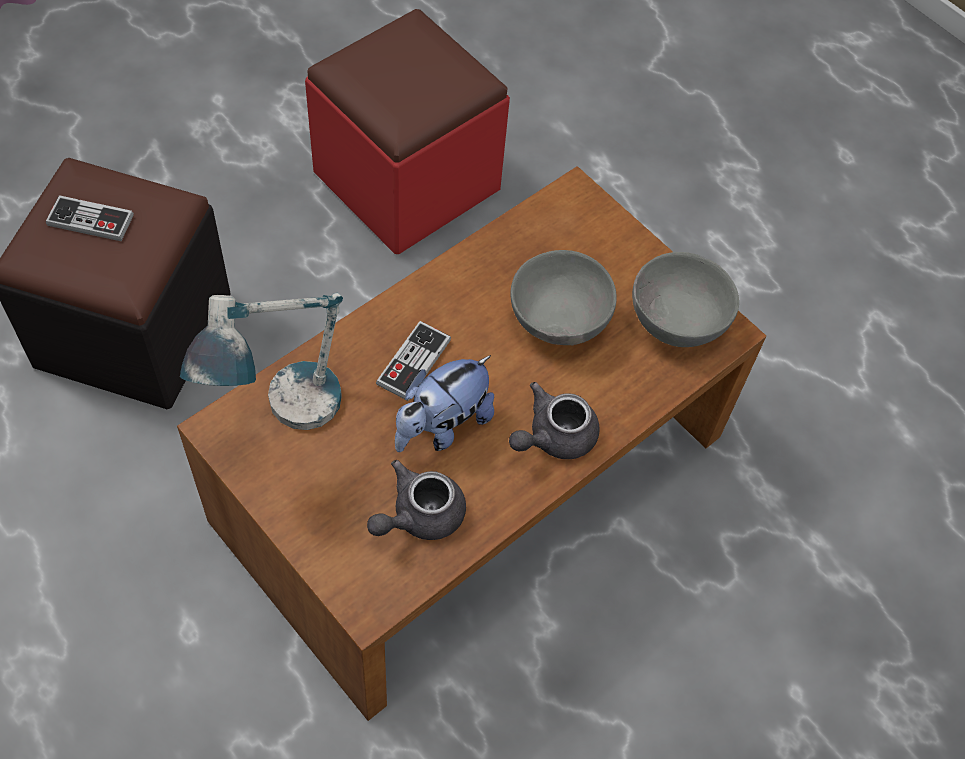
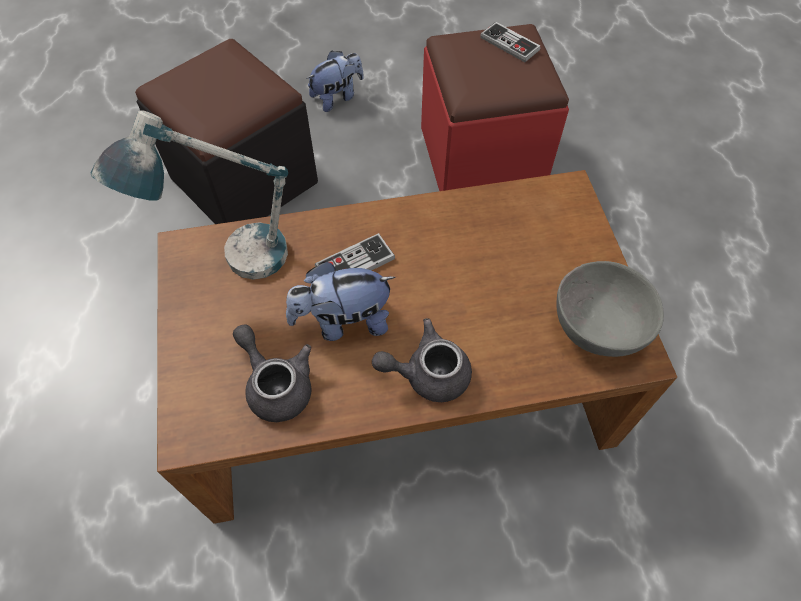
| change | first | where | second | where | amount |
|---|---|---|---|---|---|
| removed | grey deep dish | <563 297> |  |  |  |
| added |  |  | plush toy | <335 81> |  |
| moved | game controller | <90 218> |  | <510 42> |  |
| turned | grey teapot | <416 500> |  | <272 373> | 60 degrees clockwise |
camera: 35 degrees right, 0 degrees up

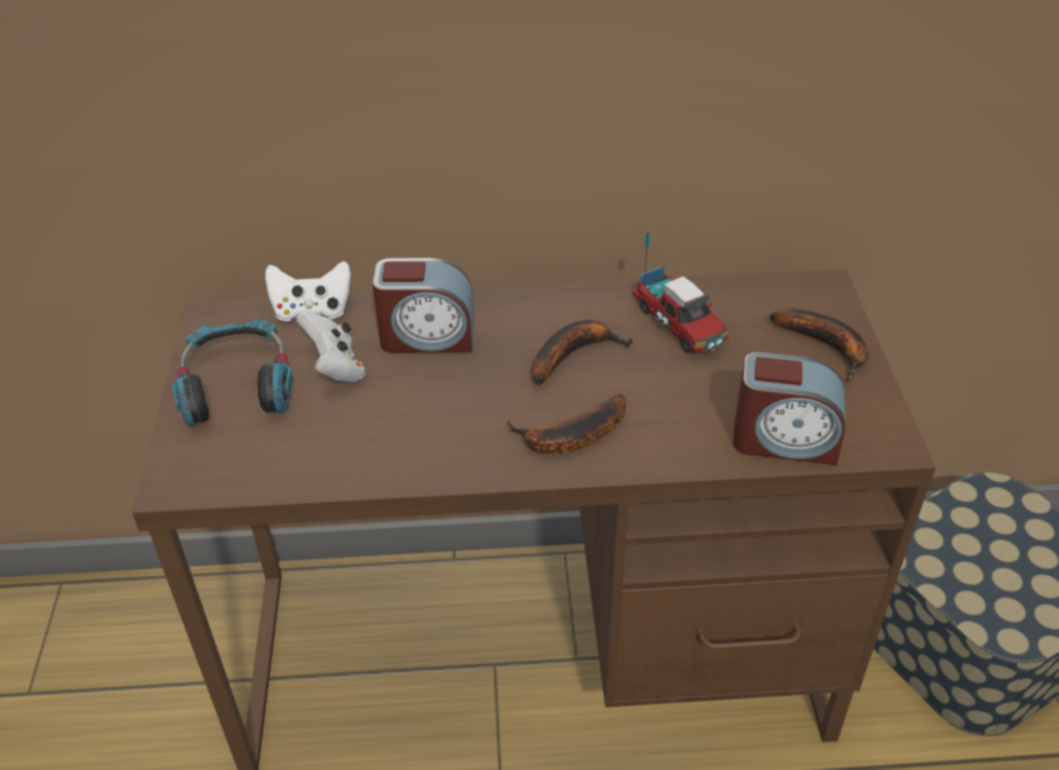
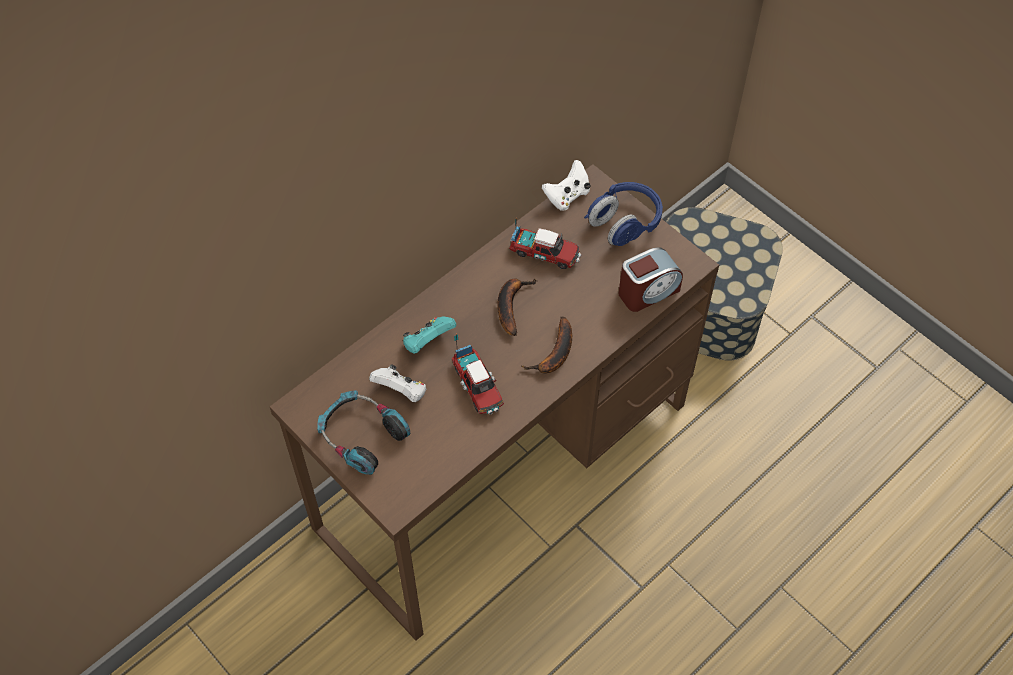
| change | first | where | second | where | amount |
|---|---|---|---|---|---|
| added |  |  | model truck | <478 374> |  |
| moved | white-coloured game controller | <308 291> |  | <566 185> |  |
| replaced | alarm clock | <423 305> | blue-green game controller | <430 335> |  |
| replaced | banana fruit | <819 345> | blue headset | <623 214> |  |
camera: 40 degrees left, 15 degrees up

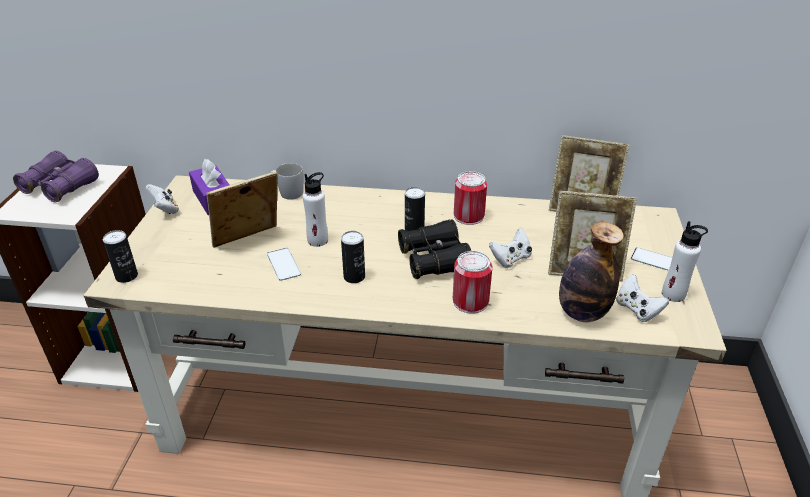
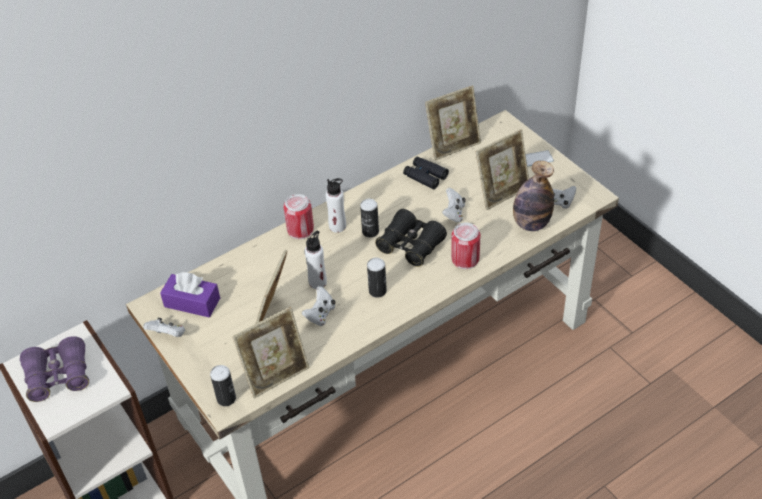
| change | first | where | second | where | amount |
|---|---|---|---|---|---|
| removed | white-coloured mug | <287 181> |  |  |  |
| added |  |  | picture frame | <271 352> |  |
| added |  |  | black-coloured binoculars | <426 173> |  |
| moved | sealed can | <470 198> |  | <298 216> |  |
| moved | white-coloured beverage bottle | <685 261> |  | <336 205> |  |
| replaced | handset | <284 264> | white-coloured game controller | <318 306> |  |
camera: 40 degrees left, 10 degrees up

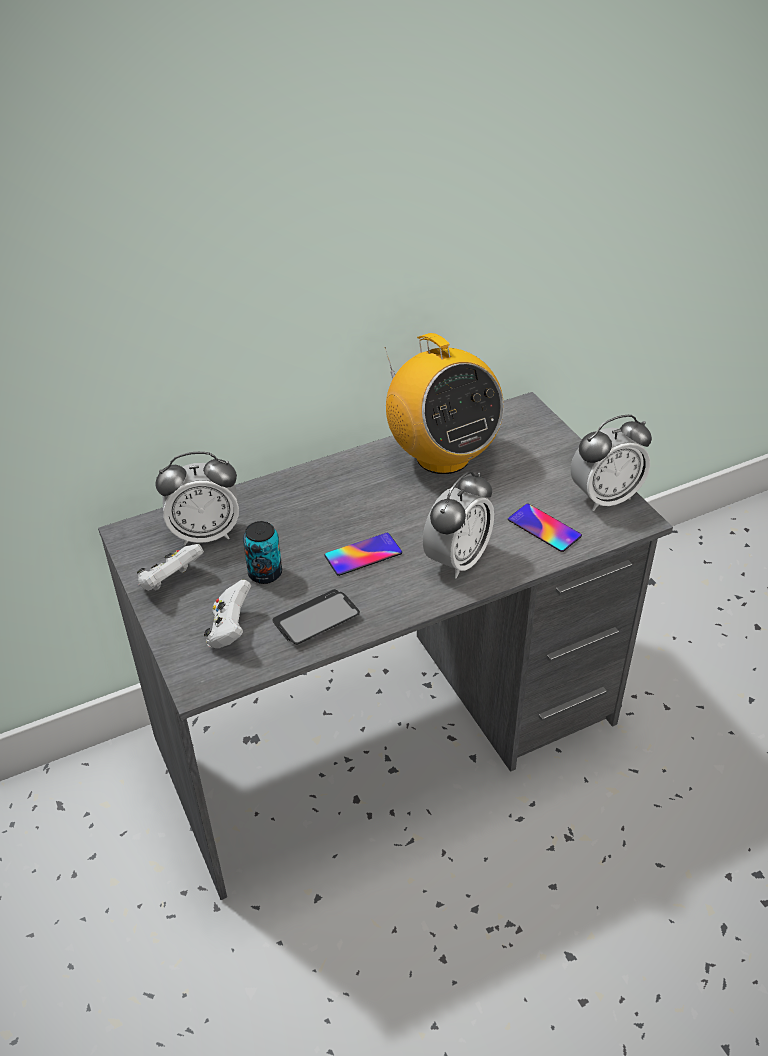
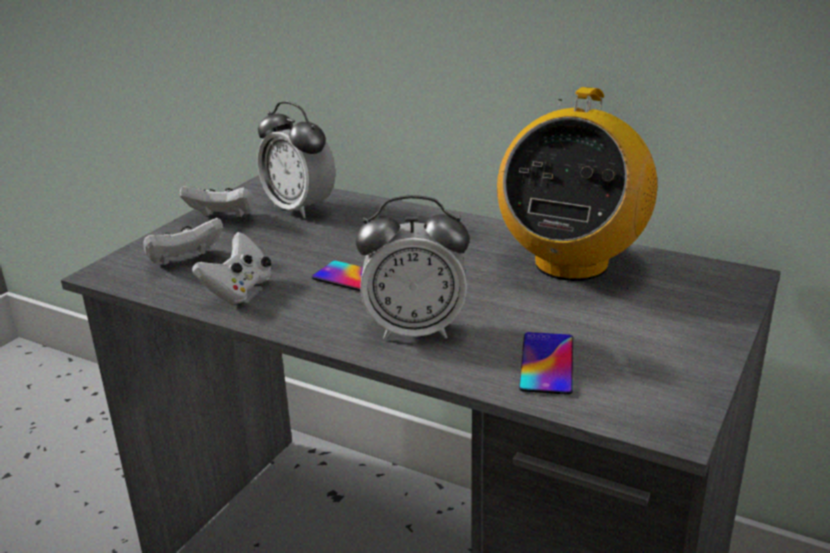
| change | first | where | second | where | amount |
|---|---|---|---|---|---|
| removed | sealed can | <262 552> |  |  |  |
| removed | alarm clock | <611 463> |  |  |  |
| replaced | handset | <316 616> | white-coloured game controller | <232 268> |  |
camera: 55 degrees right, 15 degrees down

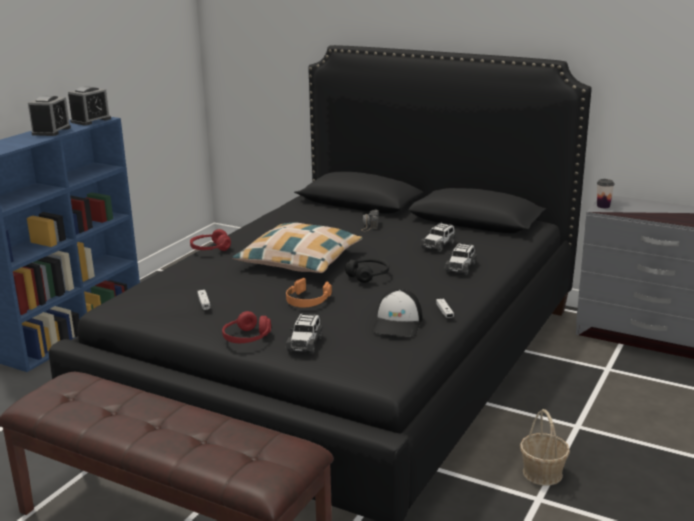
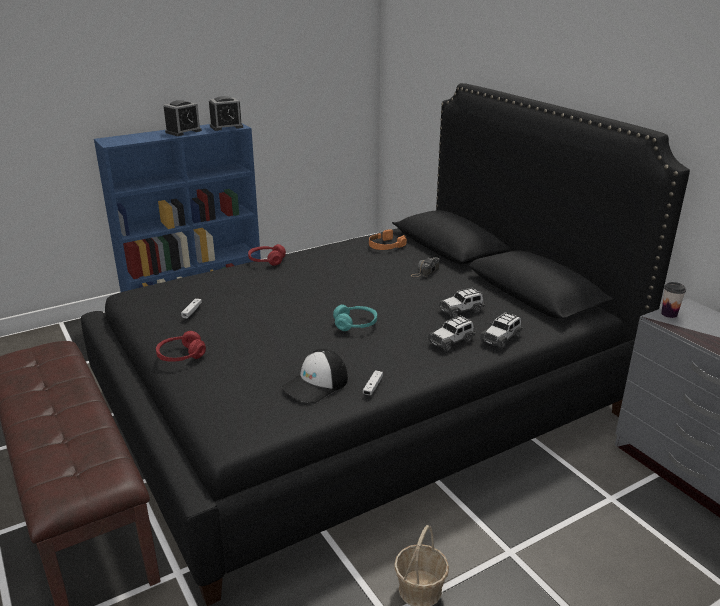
| change | first | where | second | where | amount |
|---|---|---|---|---|---|
| removed | cushion | <297 247> |  |  |  |
| moved | orangey headset | <309 292> |  | <388 239> |  |
| moved | model car | <304 333> |  | <501 330> |  |
| recoloured | black-coloured headset | <367 270> | blue-green headset | <355 317> |  |
camera: 30 degrees right, 5 degrees up

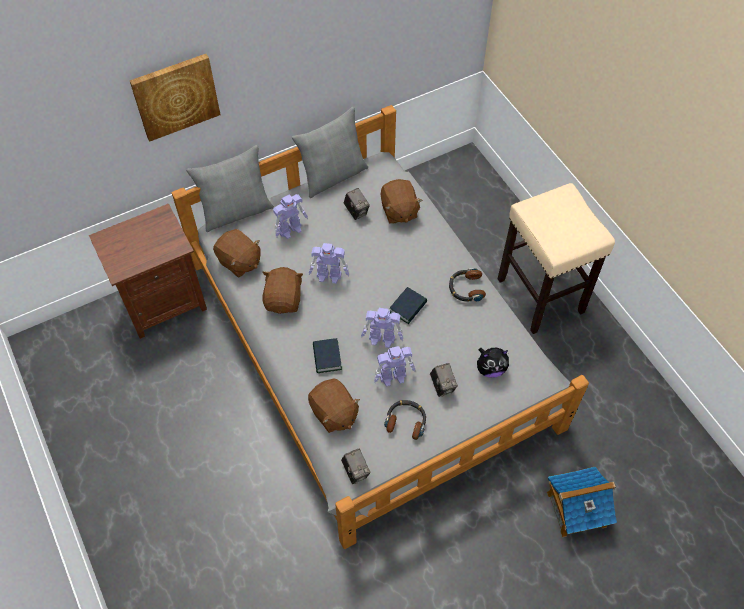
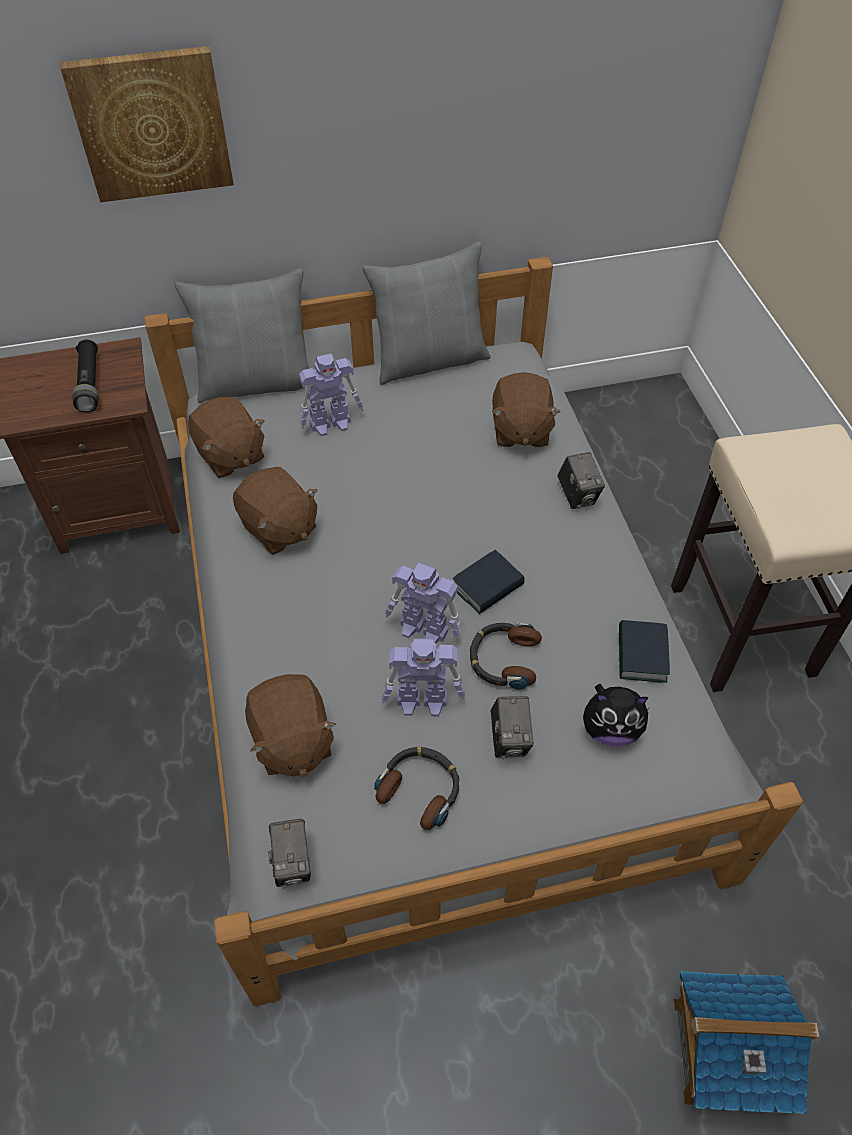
| change | first | where | second | where | amount |
|---|---|---|---|---|---|
| removed | model robot | <329 263> |  |  |  |
| added |  |  | black-coloured hand torch | <86 376> |  |
| moved | book | <327 355> |  | <644 651> |  |
| moved | still camera | <357 204> |  | <581 480> |  |
| moved | headset | <467 285> |  | <505 656> |  |
| turned | brown-coloured plush toy | <282 290> |  | <275 511> | 120 degrees clockwise |
camera: 15 degrees right, 5 degrees down

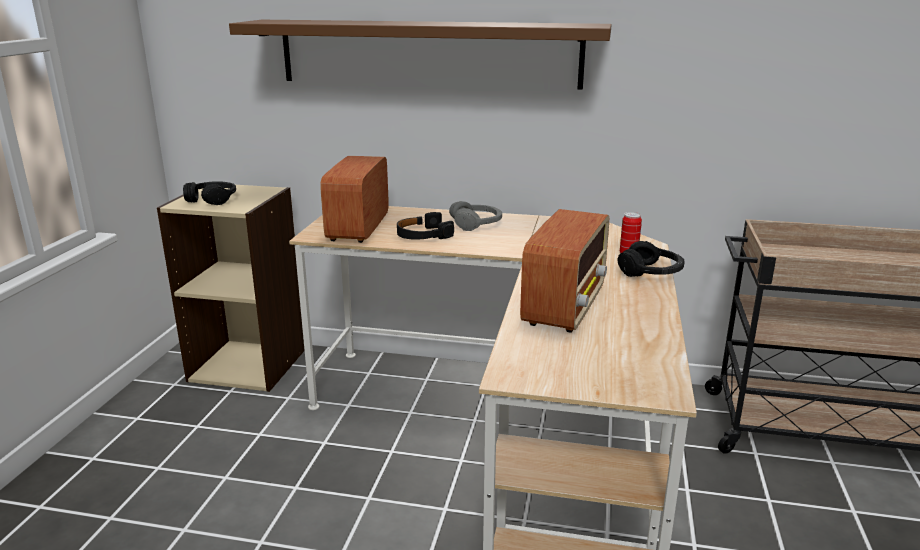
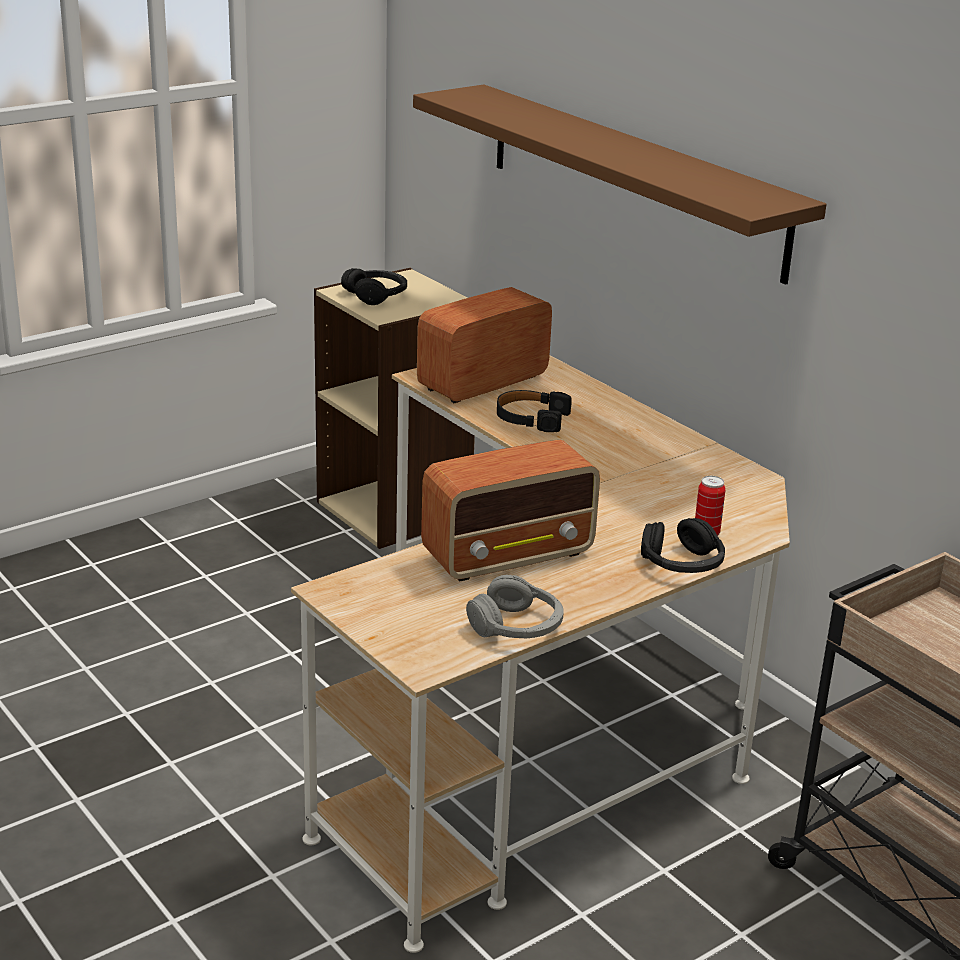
| change | first | where | second | where | amount |
|---|---|---|---|---|---|
| moved | grey headset | <475 216> |  | <515 606> |  |
camera: 40 degrees right, 5 degrees up

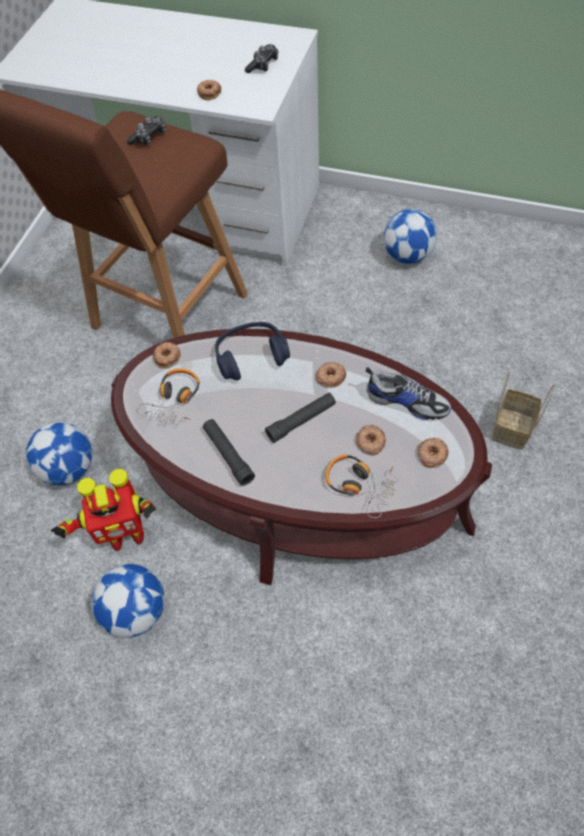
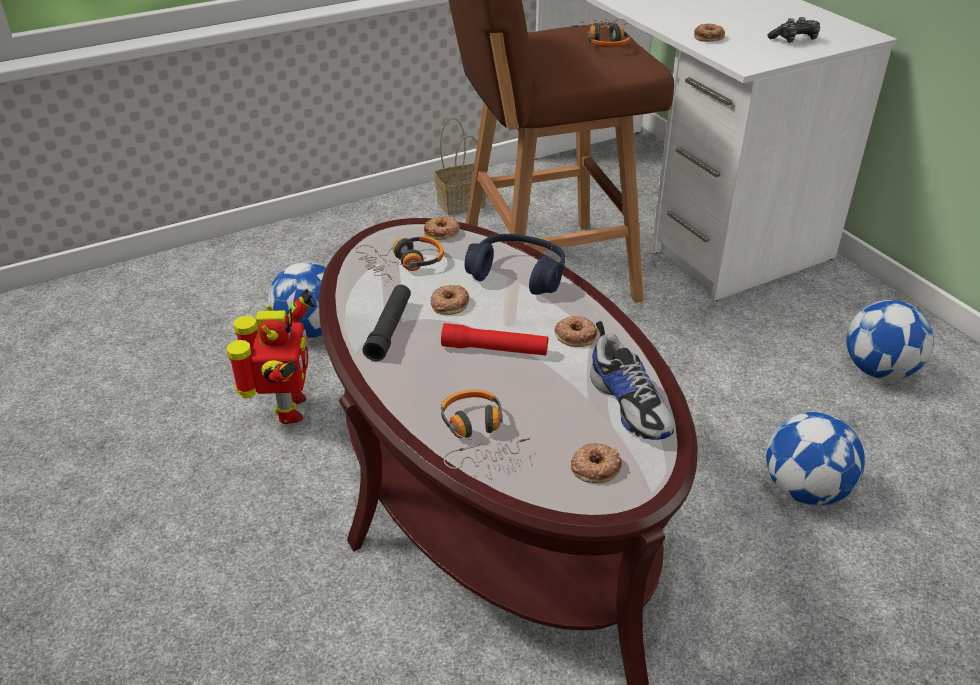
| change | first | where | second | where | amount |
|---|---|---|---|---|---|
| moved | football ball | <127 601> |  | <815 459> |  |
| moved | doughnut | <371 440> |  | <450 300> |  |
| moved | basket | <523 410> |  | <460 166> |  |
| replaced | game controller | <146 131> | headset | <601 33> |  |
| recoloured | black-coloured hand torch | <300 418> | red hand torch | <494 339> |  |
| turned | model robot | <104 510> |  | <271 356> | 120 degrees counterclockwise |
camera: 40 degrees right, 20 degrees down

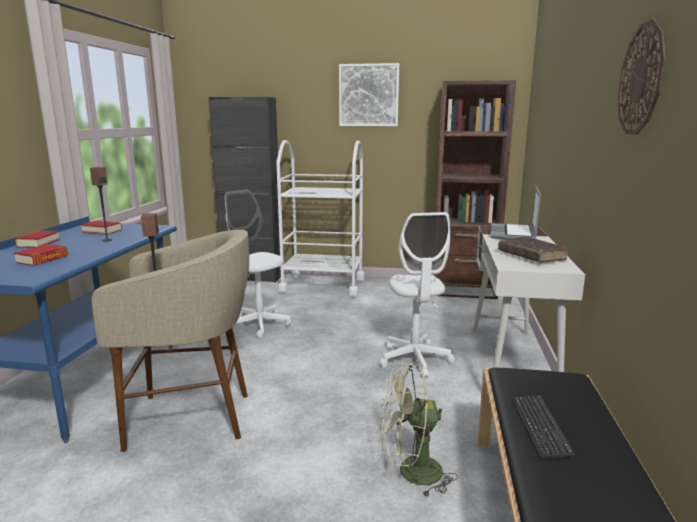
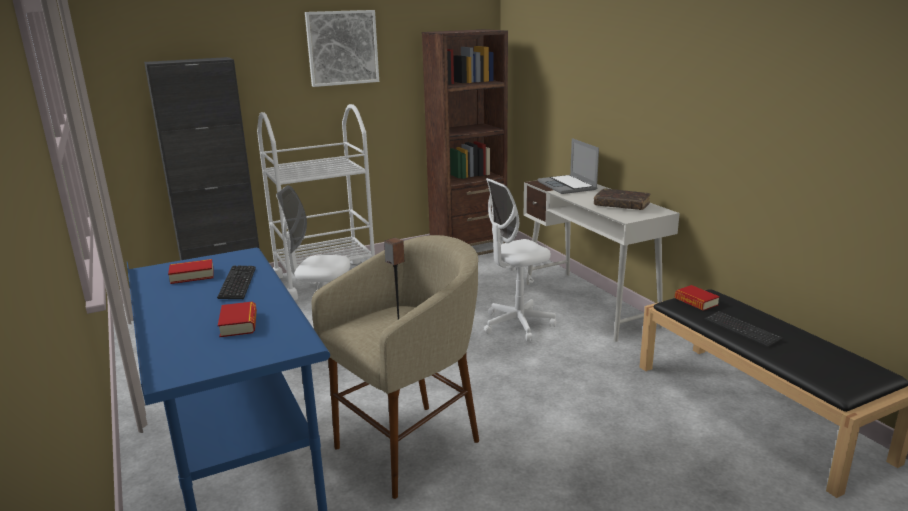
| change | first | where | second | where | amount |
|---|---|---|---|---|---|
| removed | green fan | <419 430> |  |  |  |
| removed | clock on the wall | <642 77> |  |  |  |
| moved | book | <37 239> |  | <697 298> |  |
| replaced | audio speaker | <101 204> | PC keyboard | <236 282> |  |
| turned | white-coloured office chair | <417 295> |  | <520 259> | 105 degrees clockwise |
camera: 35 degrees left, 5 degrees up

